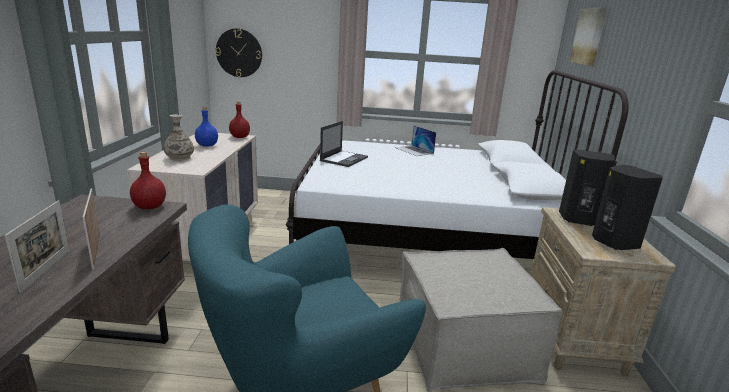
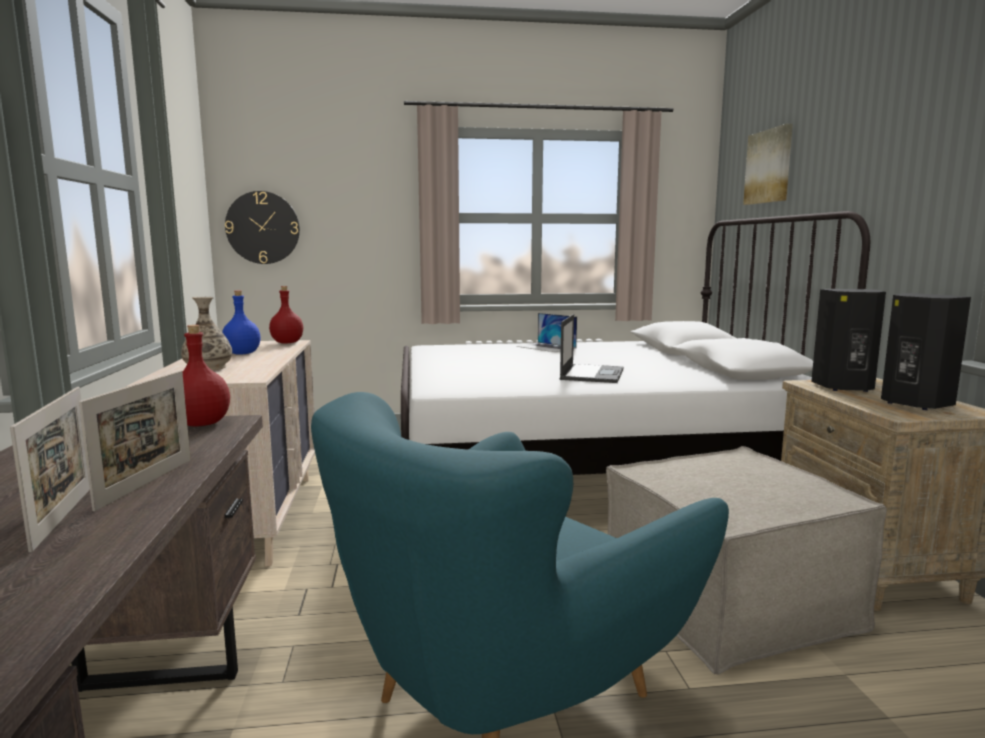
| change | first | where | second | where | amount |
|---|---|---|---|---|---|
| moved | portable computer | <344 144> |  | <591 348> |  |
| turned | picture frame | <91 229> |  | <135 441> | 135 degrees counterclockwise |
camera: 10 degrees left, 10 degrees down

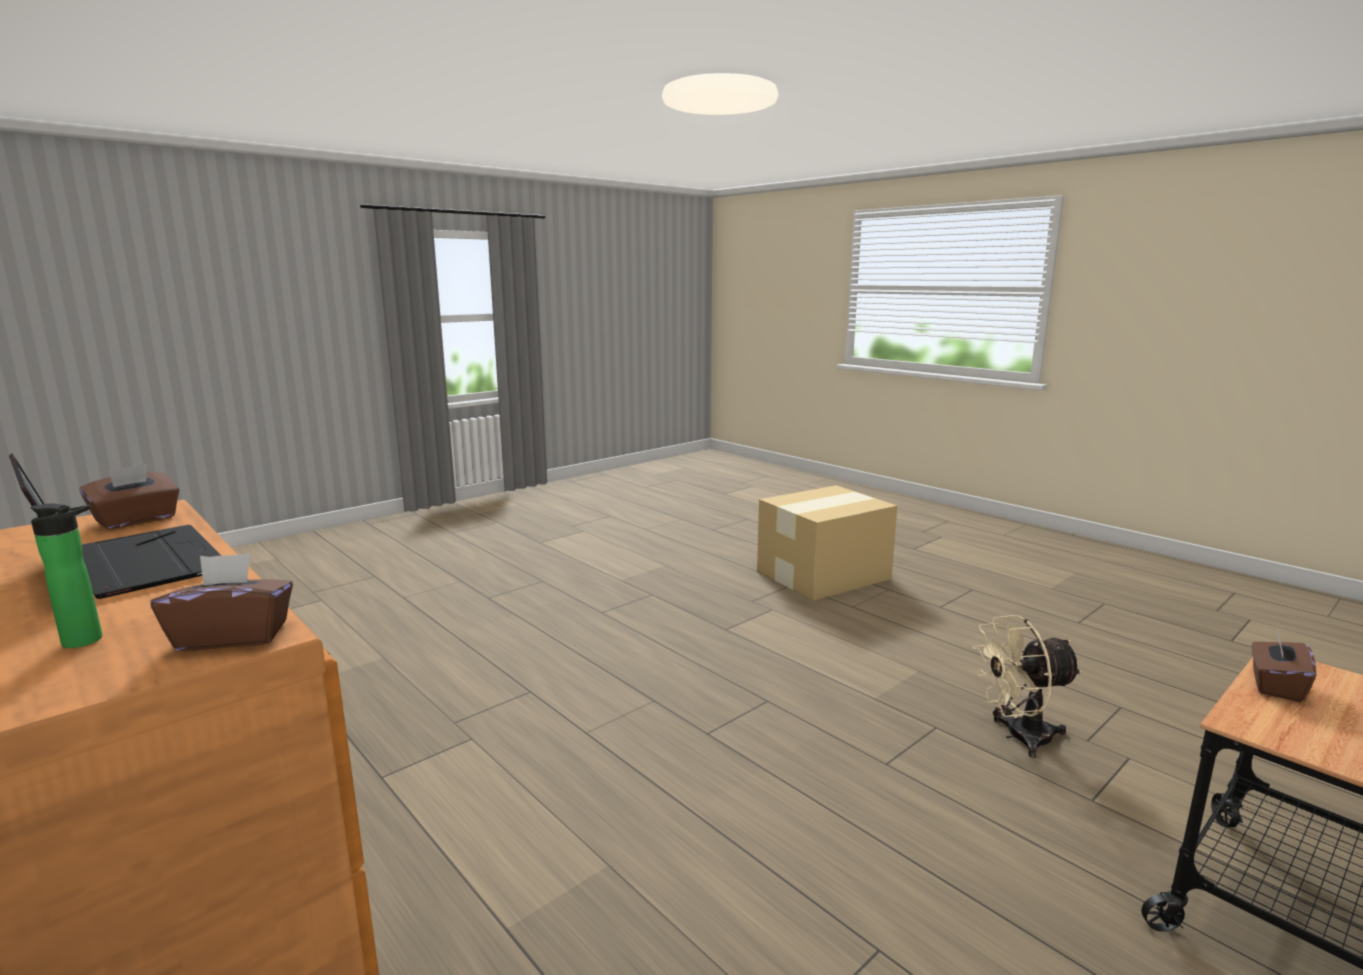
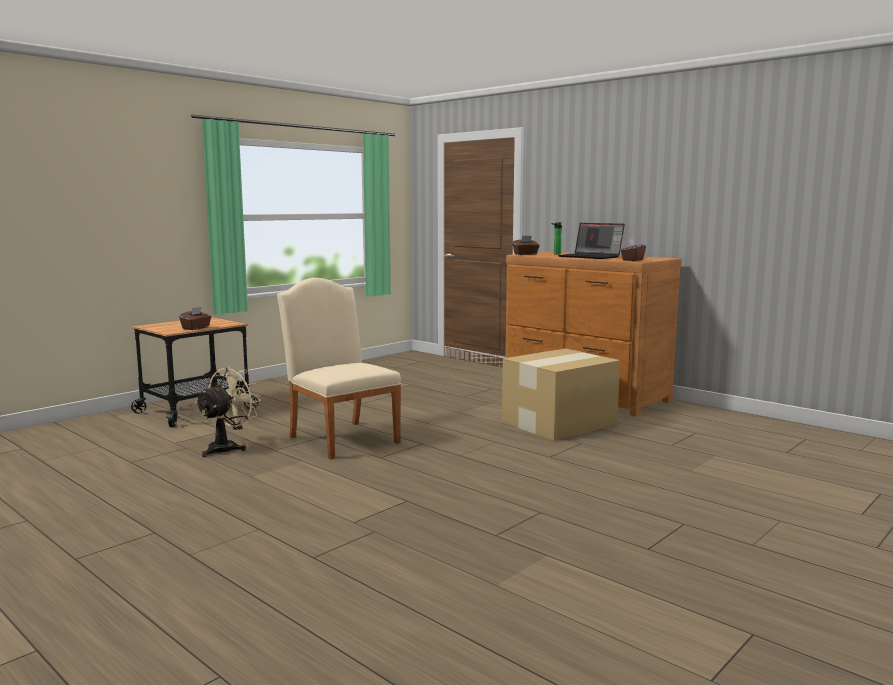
| change | first | where | second | where | amount |
|---|---|---|---|---|---|
| added |  |  | sand-coloured upright chair | <339 368> |  |
| moved | cardboard box | <827 543> |  | <561 395> |  |
| turned | sand-coloured fan | <1027 686> |  | <228 411> | 45 degrees counterclockwise |
camera: 175 degrees right, 5 degrees down

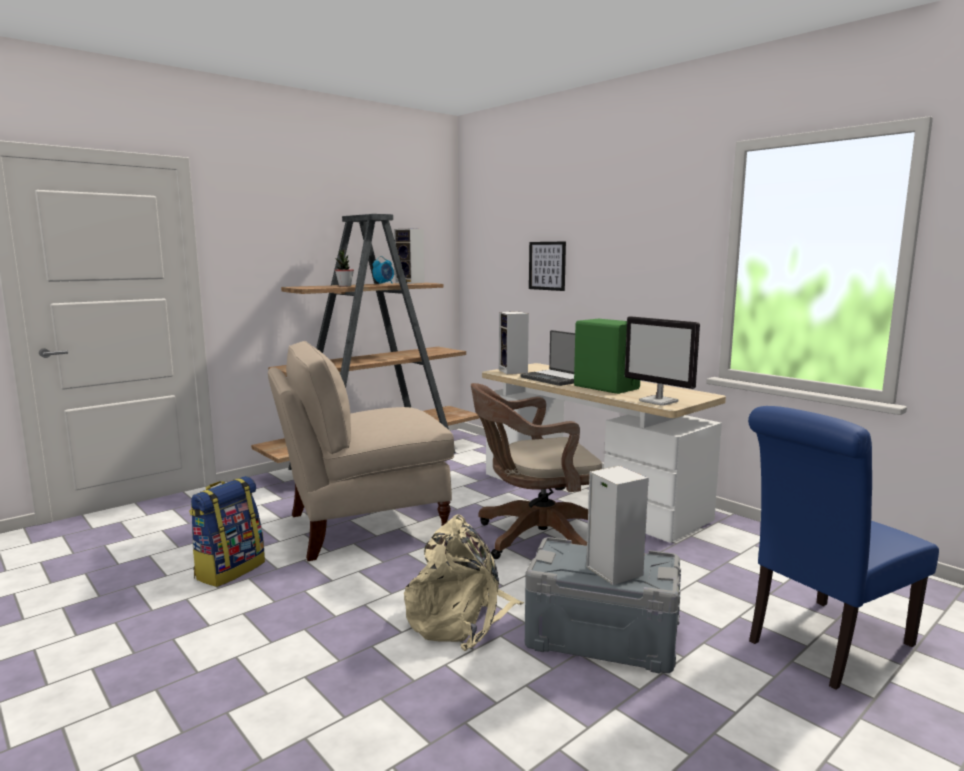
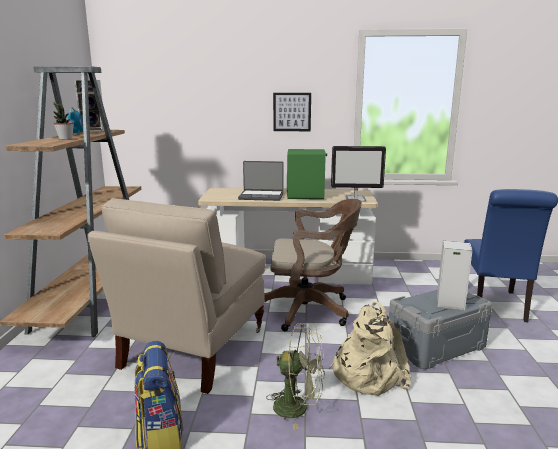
| change | first | where | second | where | amount |
|---|---|---|---|---|---|
| removed | audio speaker | <514 342> |  |  |  |
| added |  |  | green fan | <295 376> |  |
| moved | wall picture | <547 266> |  | <292 112> |  |
| turned | brown-coloured office chair | <536 471> |  | <313 265> | 120 degrees counterclockwise |
camera: 45 degrees left, 5 degrees up

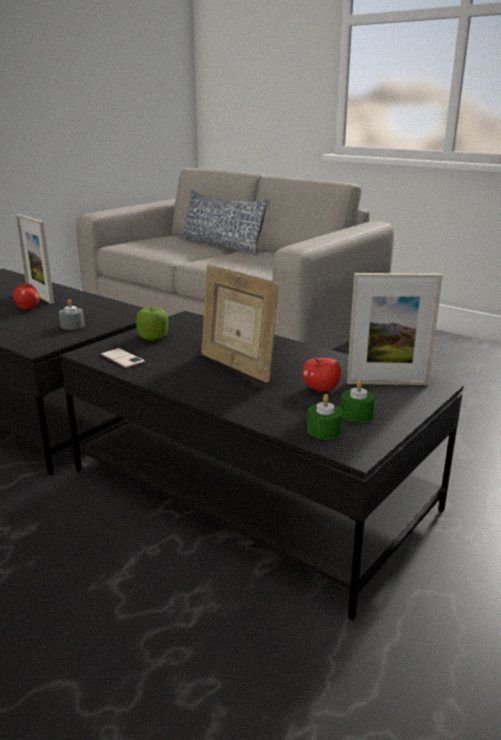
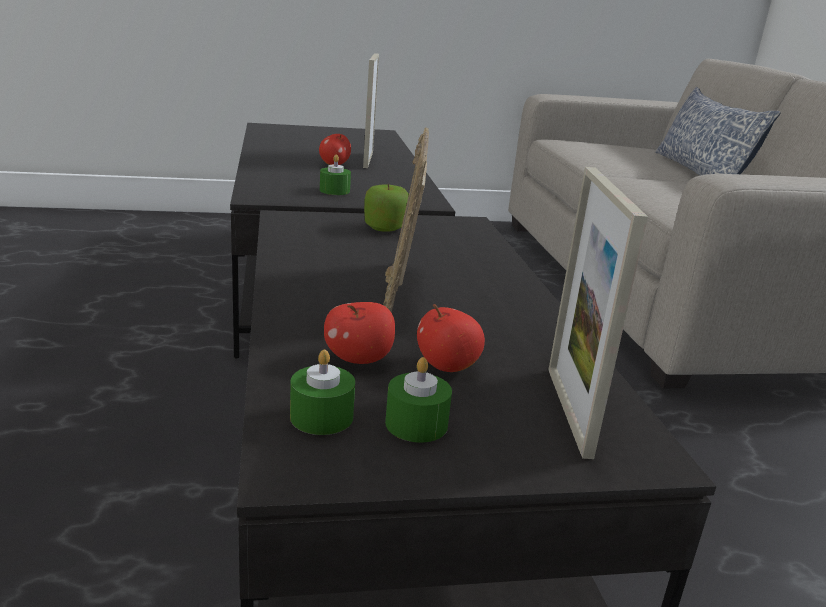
| change | first | where | second | where | amount |
|---|---|---|---|---|---|
| removed | handset | <123 358> |  |  |  |
| added |  |  | whole apple | <359 333> |  |
| recoloured | grey wax candle | <71 314> | green wax candle | <335 175> |  |
| turned | picture frame | <395 329> |  | <598 313> | 45 degrees clockwise |
camera: 40 degrees right, 0 degrees up

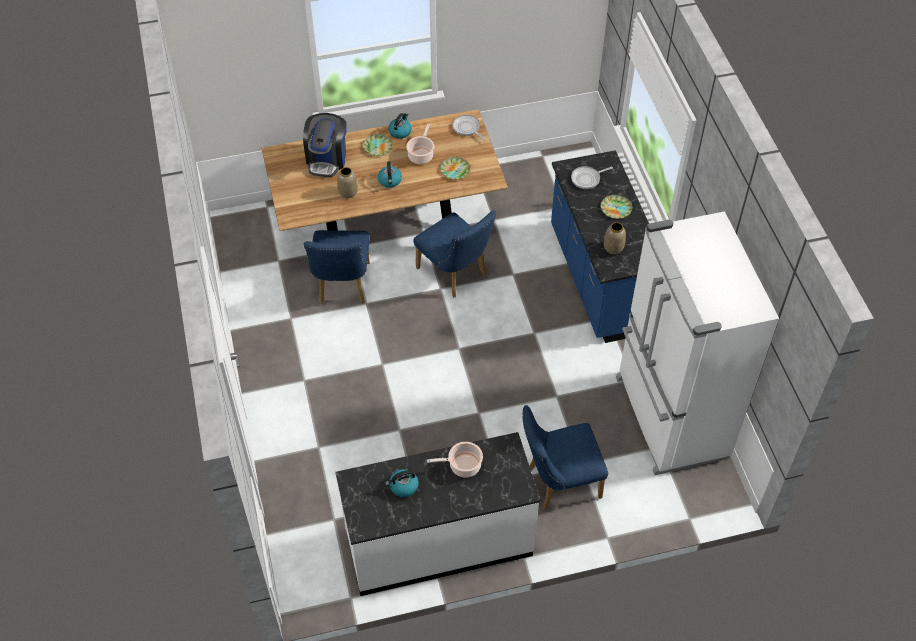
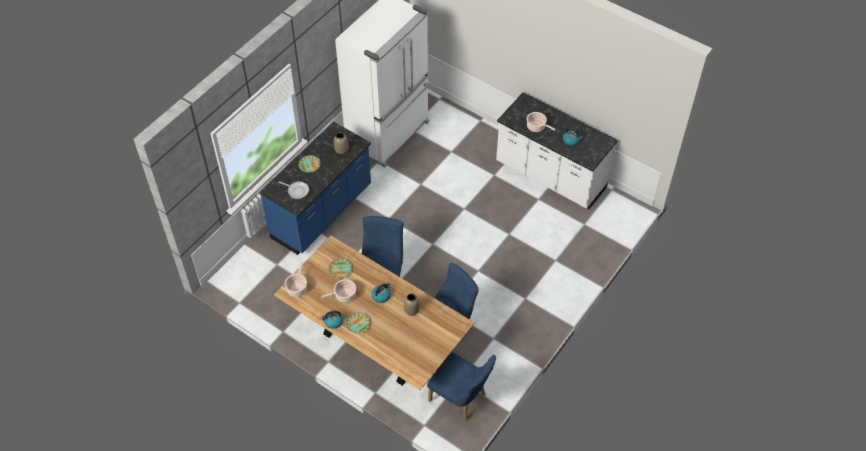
| change | first | where | second | where | amount |
|---|---|---|---|---|---|
| removed | coffee brewer | <325 145> |  |  |  |
| moved | blue upright chair | <565 457> |  | <461 386> |  |
| replaced | frying pan | <469 127> | stockpot | <296 279> |  |
camera: 130 degrees left, 0 degrees up

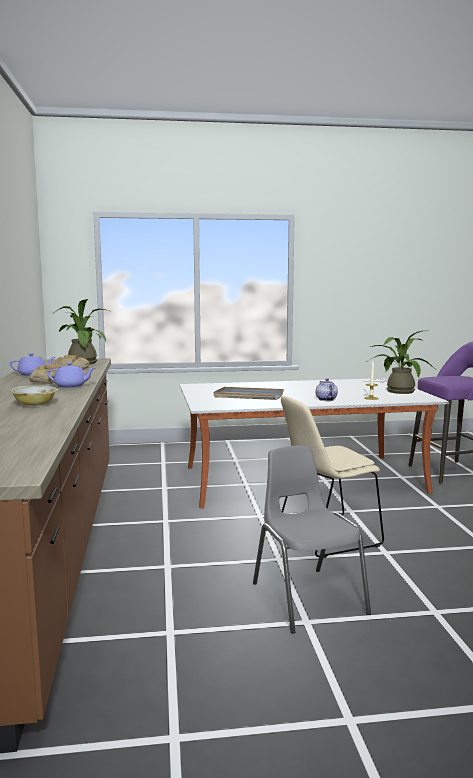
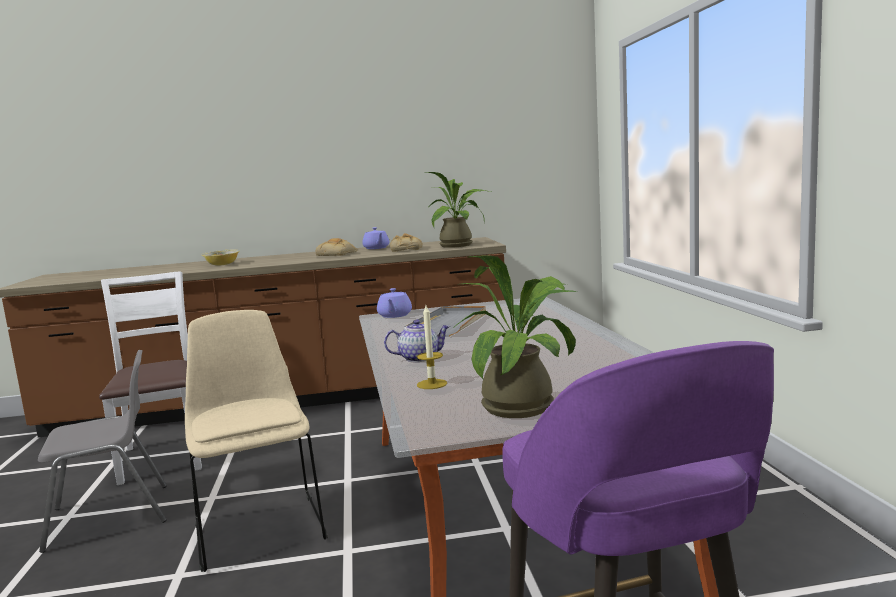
| change | first | where | second | where | amount |
|---|---|---|---|---|---|
| added |  |  | white-coloured upright chair | <150 378> |  |
| moved | purple teapot | <71 375> |  | <394 303> |  |
camera: 90 degrees right, 0 degrees up

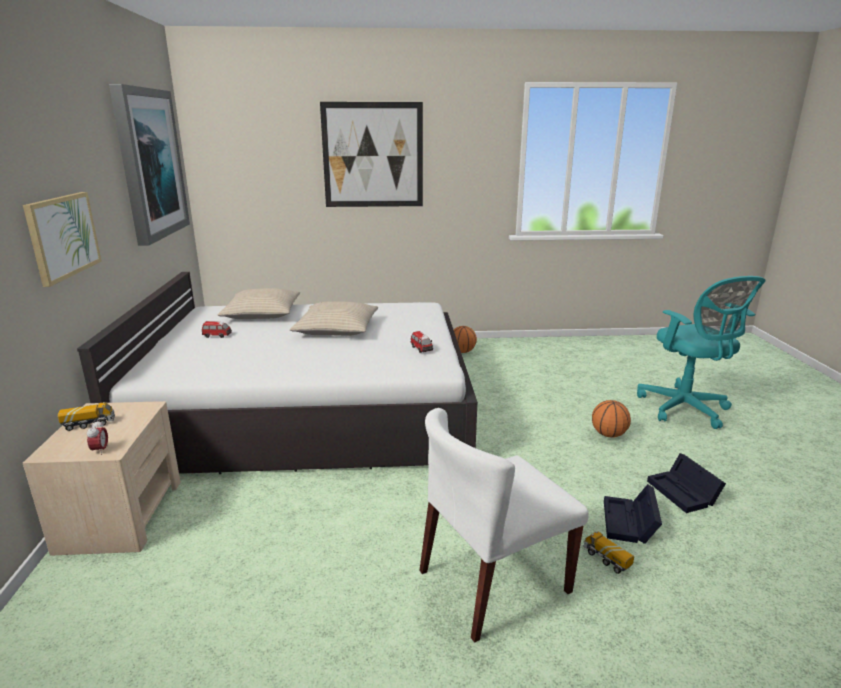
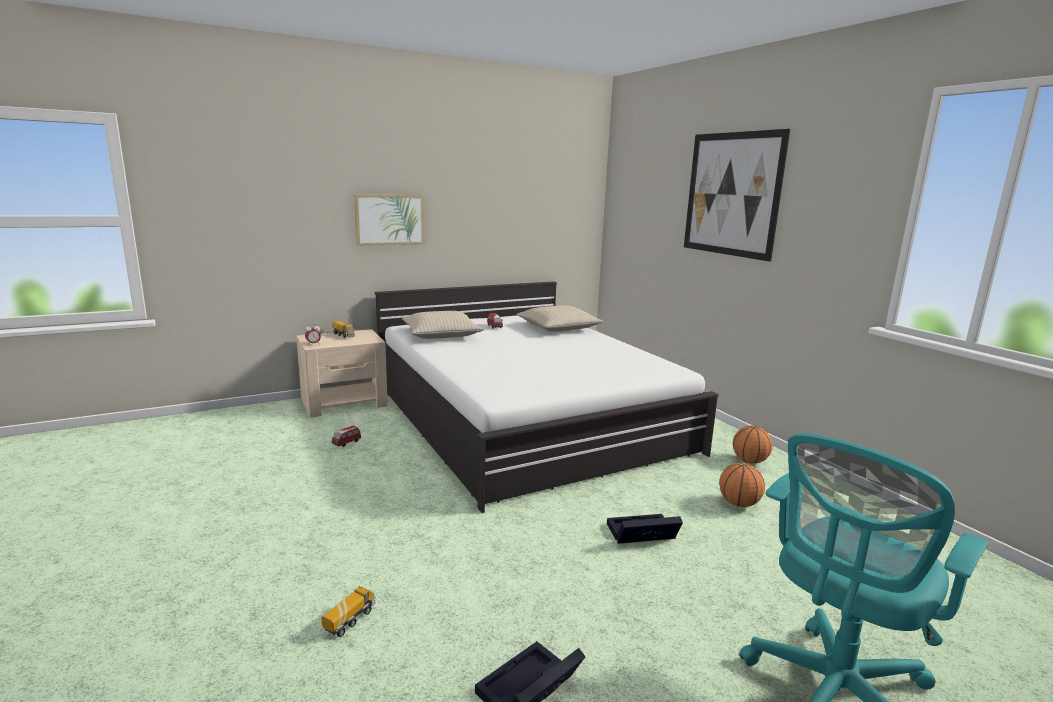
| change | first | where | second | where | amount |
|---|---|---|---|---|---|
| removed | wall picture | <149 165> |  |  |  |
| removed | white-coloured upright chair | <504 525> |  |  |  |
| moved | sand-coloured cushion | <334 318> |  | <443 325> |  |
| moved | model car | <422 342> |  | <346 436> |  |
| moved | basketball | <611 419> |  | <742 485> |  |
| moved | black-coloured storage container | <633 514> |  | <645 529> |  |
camera: 65 degrees right, 5 degrees down

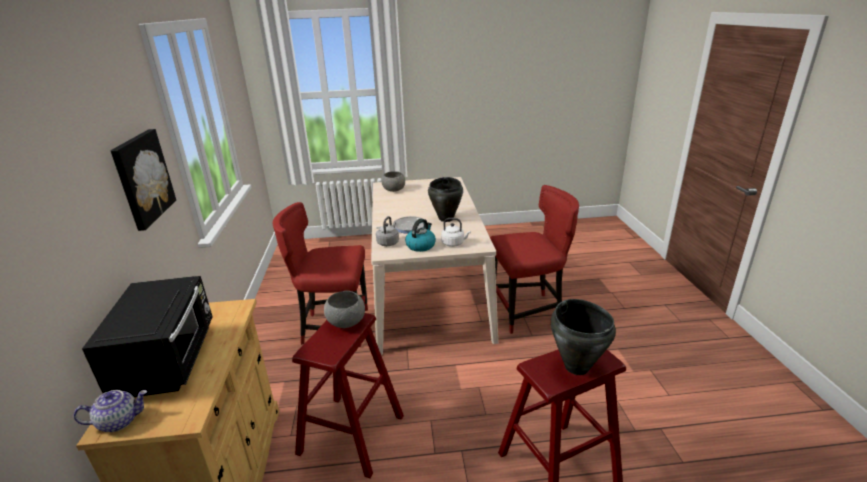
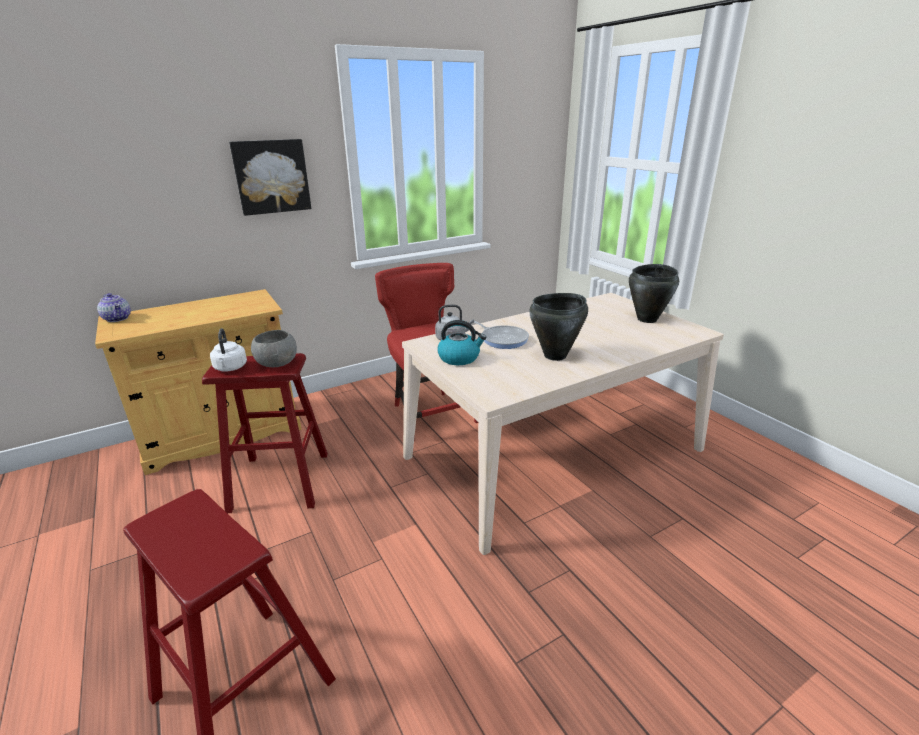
| change | first | where | second | where | amount |
|---|---|---|---|---|---|
| removed | black-coloured kitchen microwave | <147 336> |  |  |  |
| removed | grey deep dish | <393 181> |  |  |  |
| removed | red upright chair | <534 259> |  |  |  |
| moved | white-coloured water kettle | <456 232> |  | <228 350> |  |
| moved | black-coloured stockpot | <583 337> |  | <654 293> |  |
camera: 65 degrees right, 0 degrees up

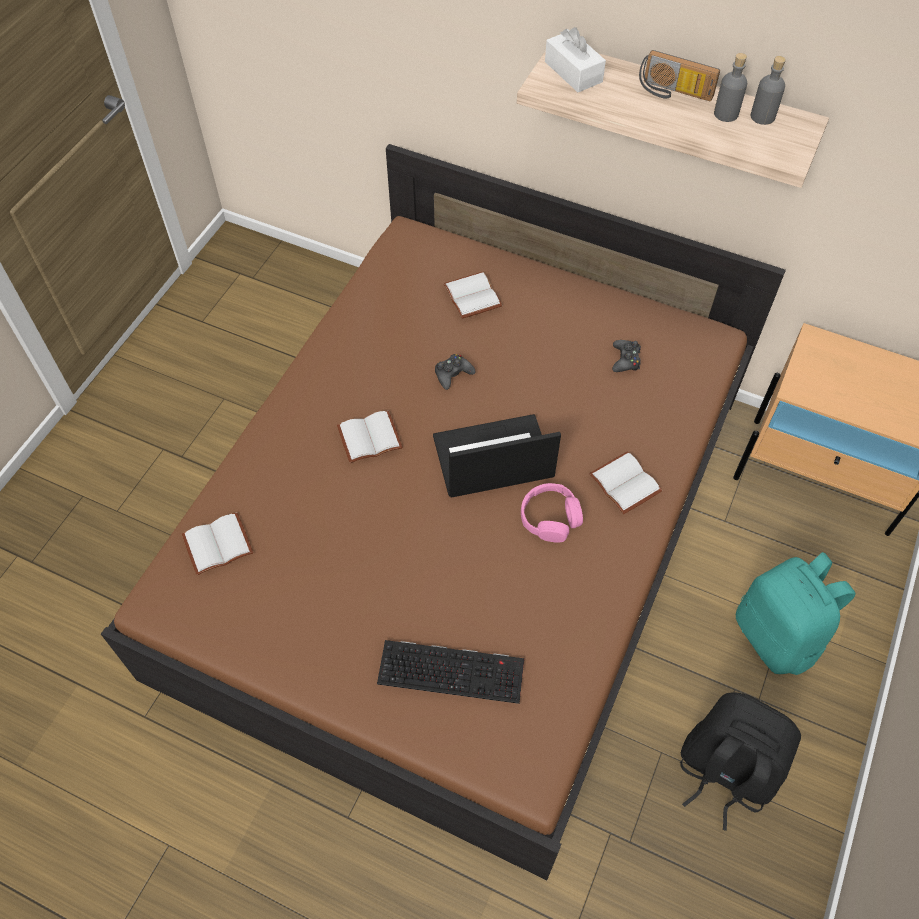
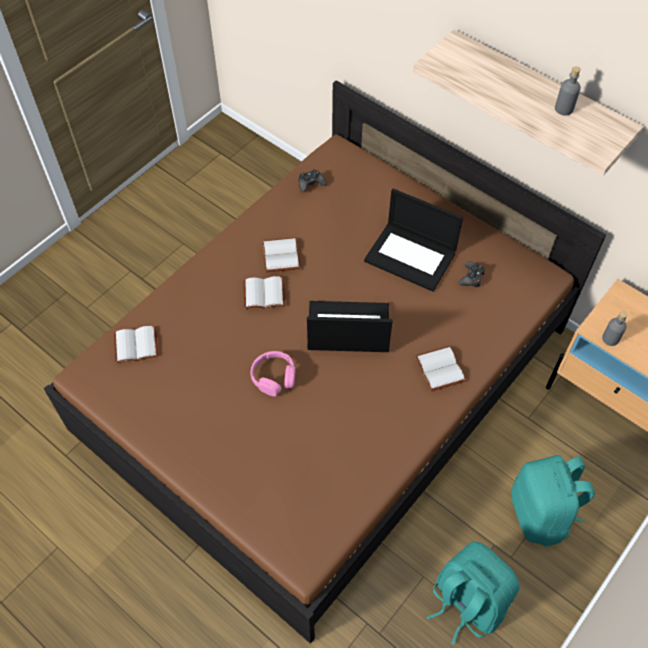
| change | first | where | second | where | amount |
|---|---|---|---|---|---|
| removed | PC keyboard | <450 672> |  |  |  |
| removed | white-coloured box of tissues | <575 59> |  |  |  |
| removed | radio set | <679 75> |  |  |  |
| added |  |  | portable computer | <413 240> |  |
| moved | black-coloured game controller | <455 372> |  | <313 181> |  |
| moved | white-coloured book | <472 295> |  | <281 255> |  |
| moved | pink headset | <552 513> |  | <273 373> |  |
| moved | grey beverage bottle | <768 90> |  | <614 328> |  |
| recoloured | black-coloured backpack | <740 761> | blue-green backpack | <473 593> |  |
camera: 15 degrees right, 0 degrees up

